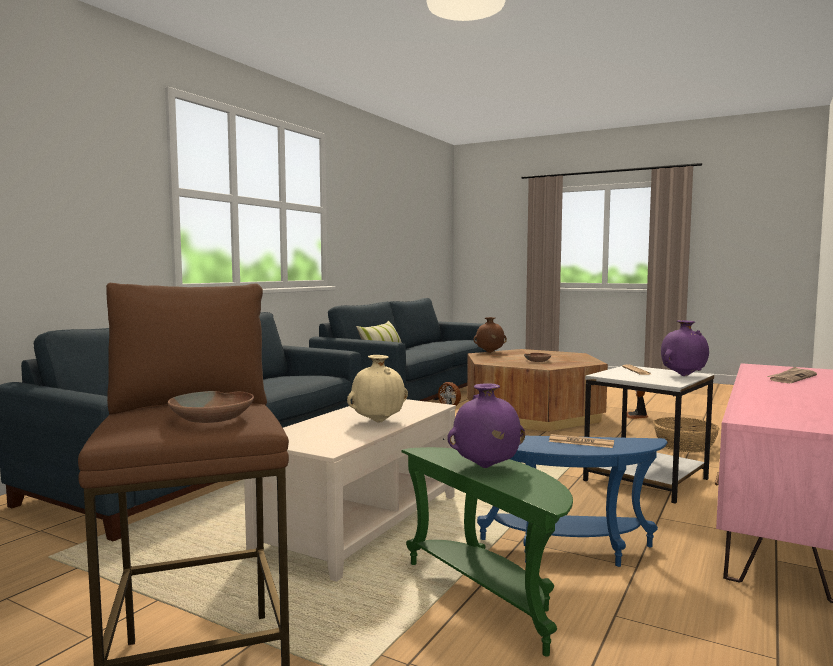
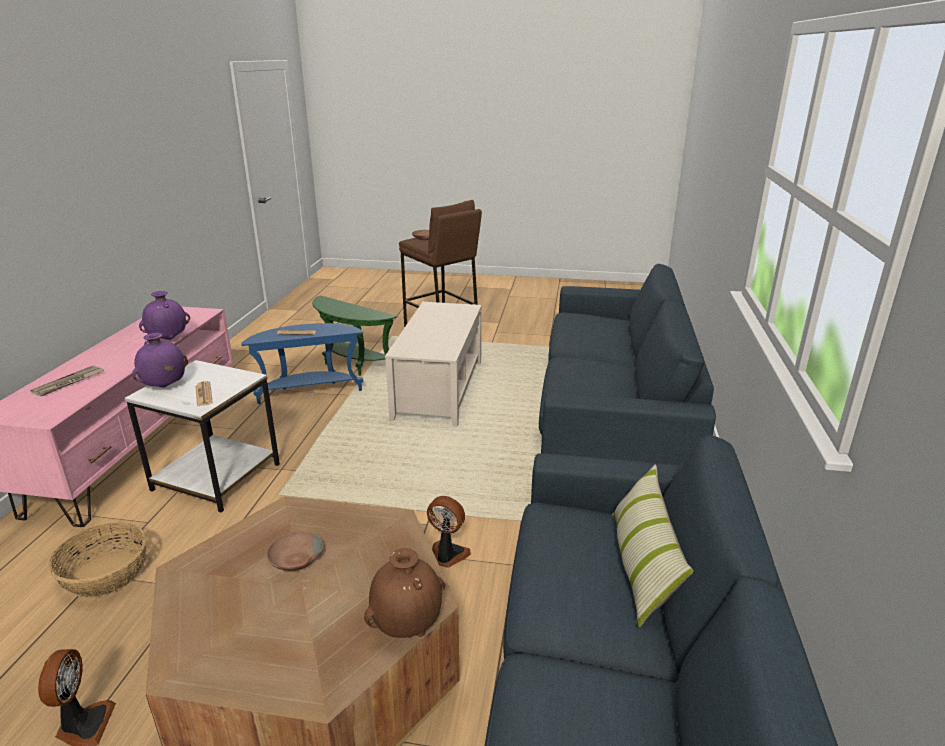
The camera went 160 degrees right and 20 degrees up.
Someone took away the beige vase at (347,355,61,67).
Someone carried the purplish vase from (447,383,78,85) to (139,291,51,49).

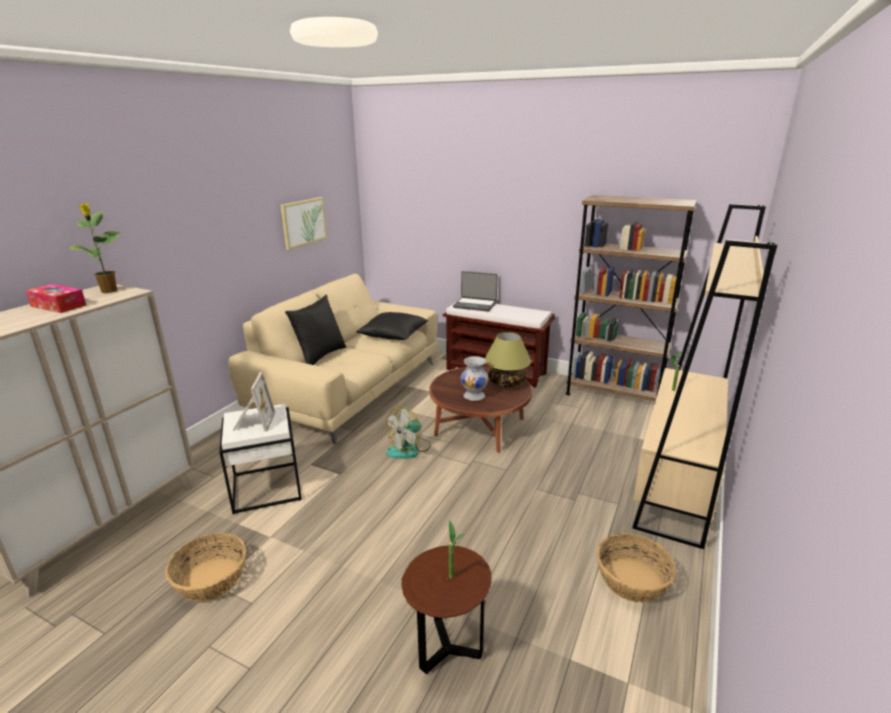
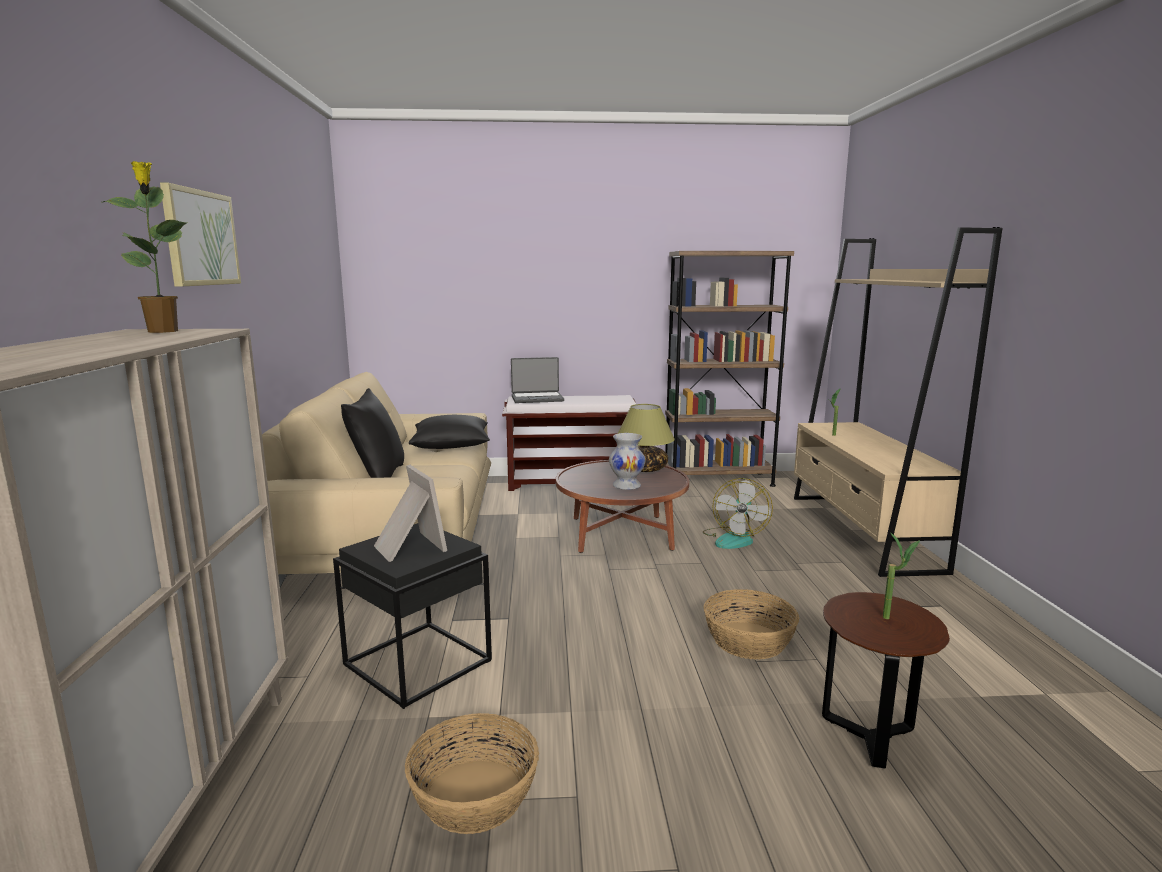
The camera went 30 degrees left and 10 degrees down.
Someone took away the box of tissues at (25,284,61,29).
Someone carried the picture from (280,197,47,53) to (160,182,81,105).
Someone carried the cooling fan from (386,406,45,53) to (703,478,70,71).
Someone carried the basket from (597,533,79,69) to (704,589,95,71).
Someone repainted the white-coloured accent table at (219,404,83,110), which became the black accent table at (333,523,159,186).

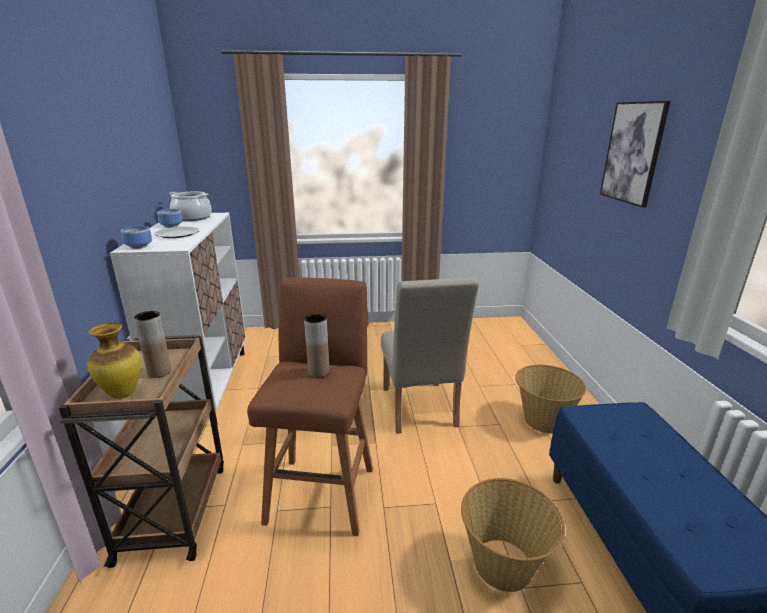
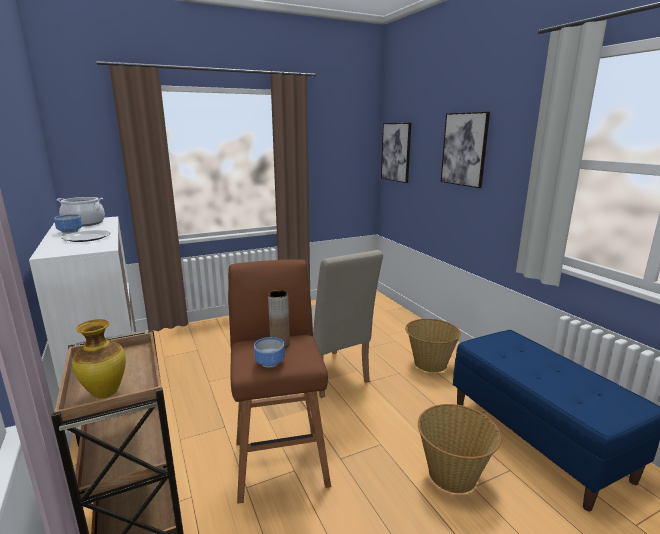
The camera went 20 degrees left and 5 degrees down.
Someone took away the brown vase at (134,311,38,67).
Someone put up the picture at (381,123,30,60).
Someone carried the deep dish from (121,226,31,23) to (254,337,31,31).

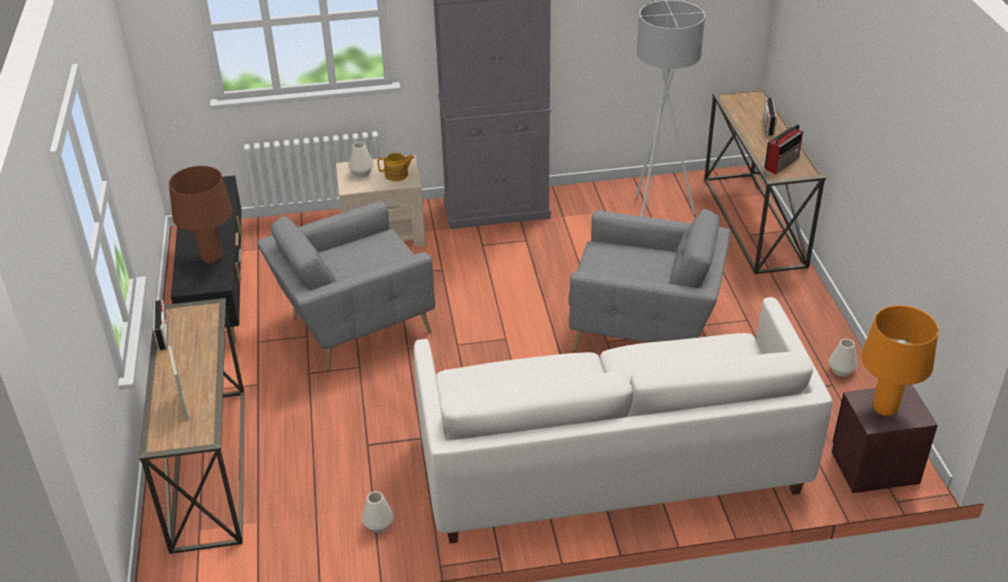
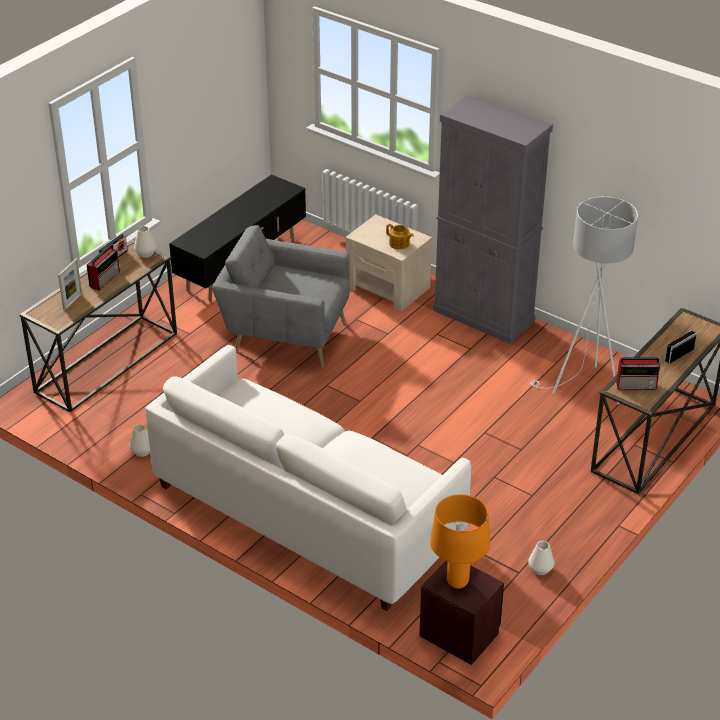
The camera went 45 degrees right and 0 degrees up.
Someone took away the brown tabletop lamp at (169,166,64,98).
Someone took away the greyish lounge chair at (568,209,162,143).
Someone put down the radio at (87,244,33,47).
Someone carried the white-coloured vase from (349,142,25,35) to (134,226,23,32).

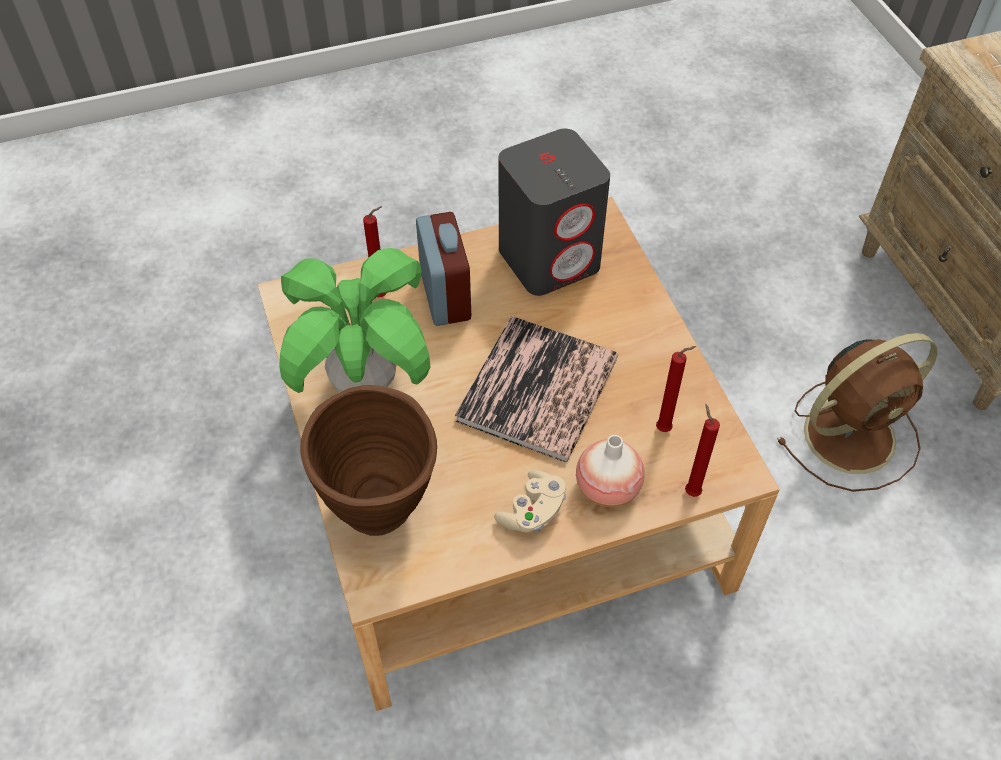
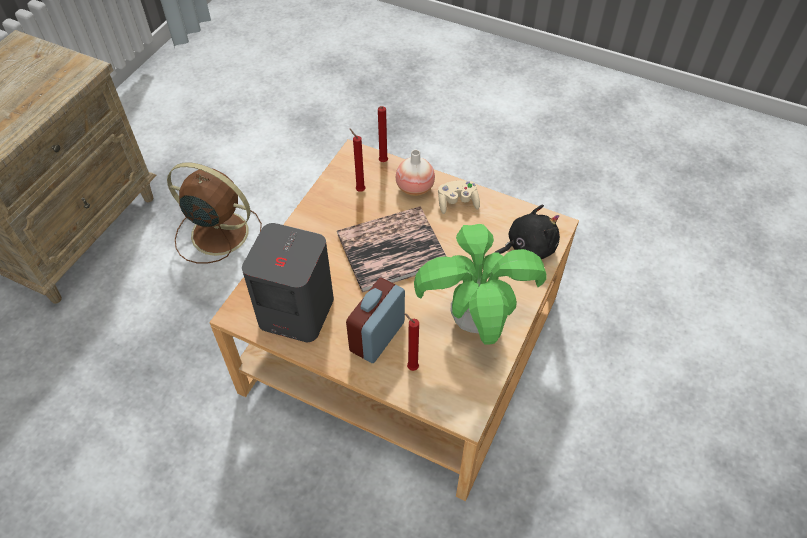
The camera went 135 degrees left and 0 degrees up.
Someone swapped the brown vase at (300,385,137,151) for the black soft toy at (495,205,65,54).

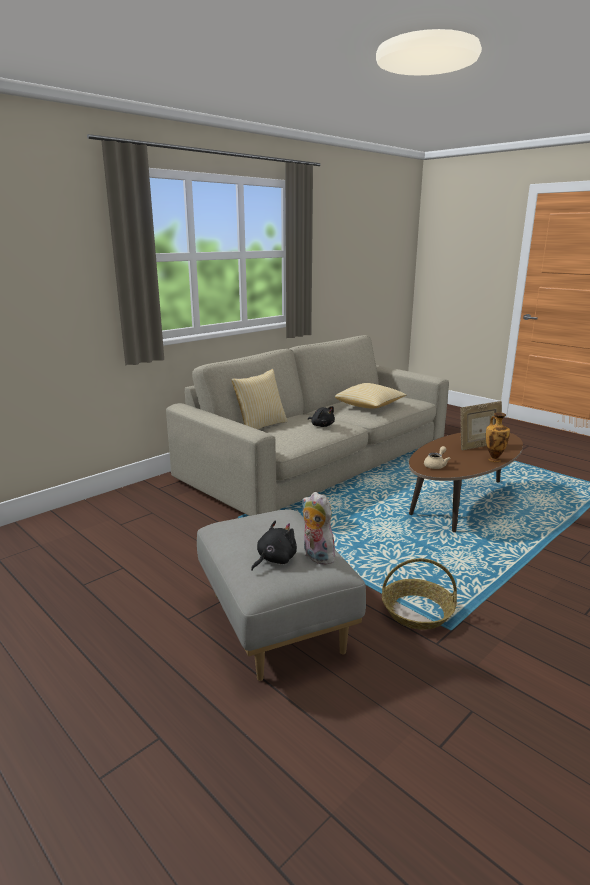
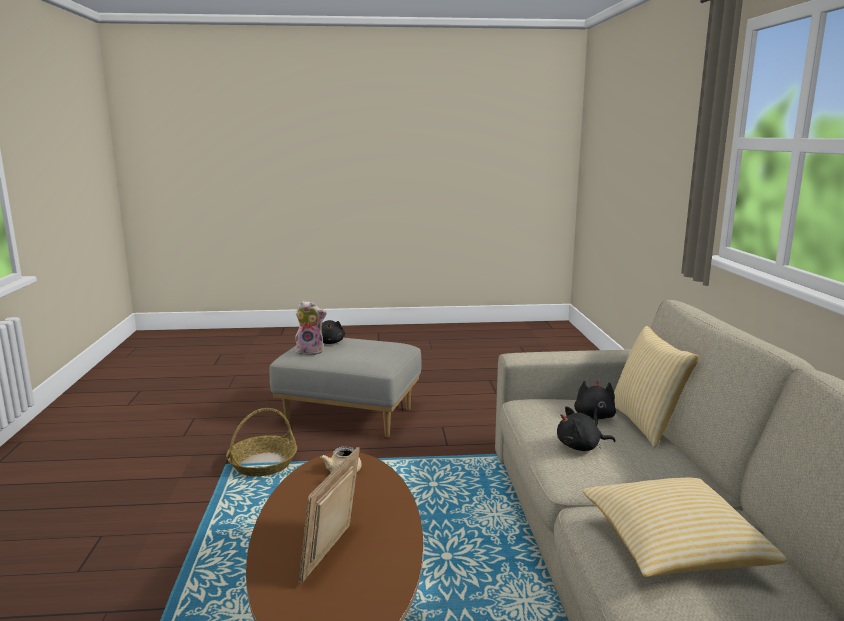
The camera went 130 degrees right and 5 degrees down.
Someone took away the vase at (486,412,24,50).
Someone put down the black soft toy at (574,380,42,46).

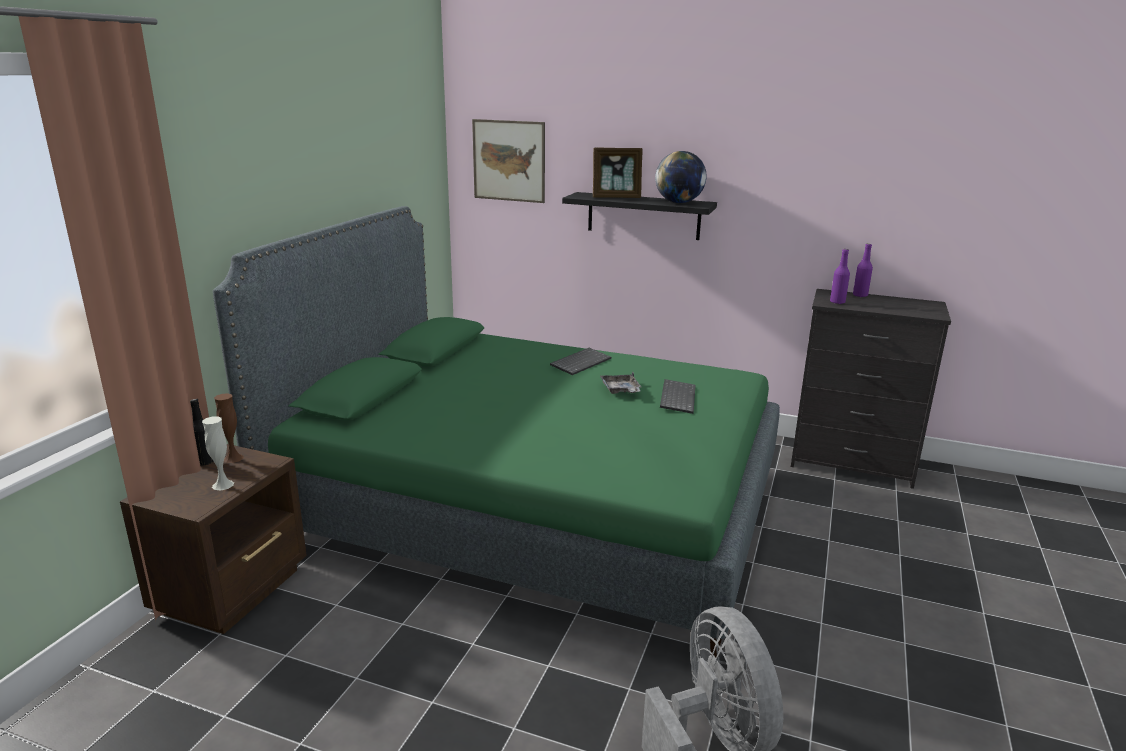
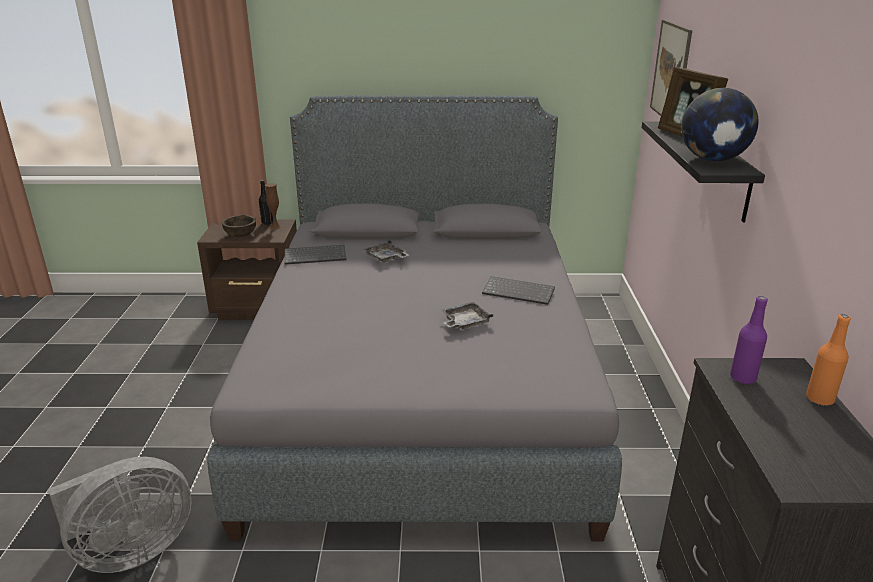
The camera went 70 degrees right and 5 degrees up.
Someone put down the greyish serving tray at (363,239,46,24).
Someone carried the computer keyboard from (660,379,36,35) to (285,245,61,20).
Someone swapped the white-coloured vase at (202,416,32,75) for the brown deep dish at (222,215,34,22).
Someone repainted the green-coloured sleeping bed at (213,206,567,451), which became the greyish sleeping bed at (207,95,415,447).
Someone repainted the purplish drink bottle at (853,244,20,53), which became the orange-coloured drink bottle at (806,314,45,92).

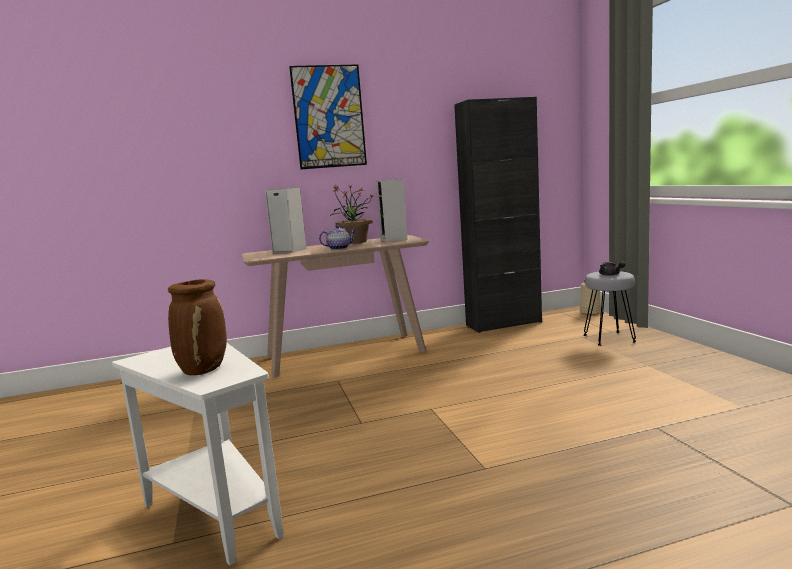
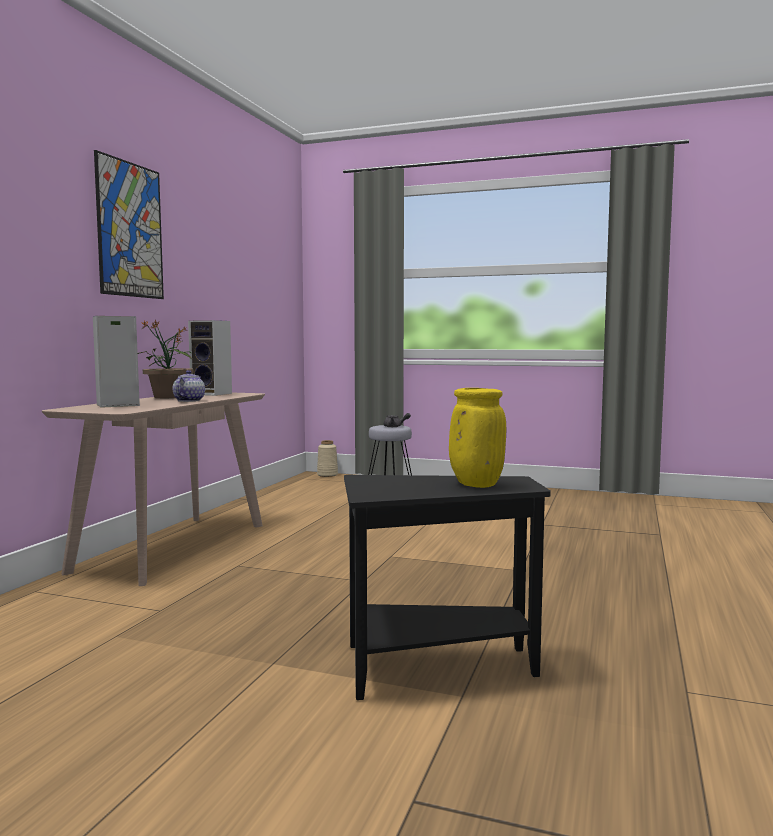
The camera went 55 degrees left and 5 degrees down.
Someone took away the black storage cabinet at (454,97,88,236).
Someone repainted the white-coloured accent table at (112,343,172,223), which became the black accent table at (344,475,207,225).
Someone repainted the brown vase at (168,279,59,96), which became the yellow vase at (449,388,57,100).

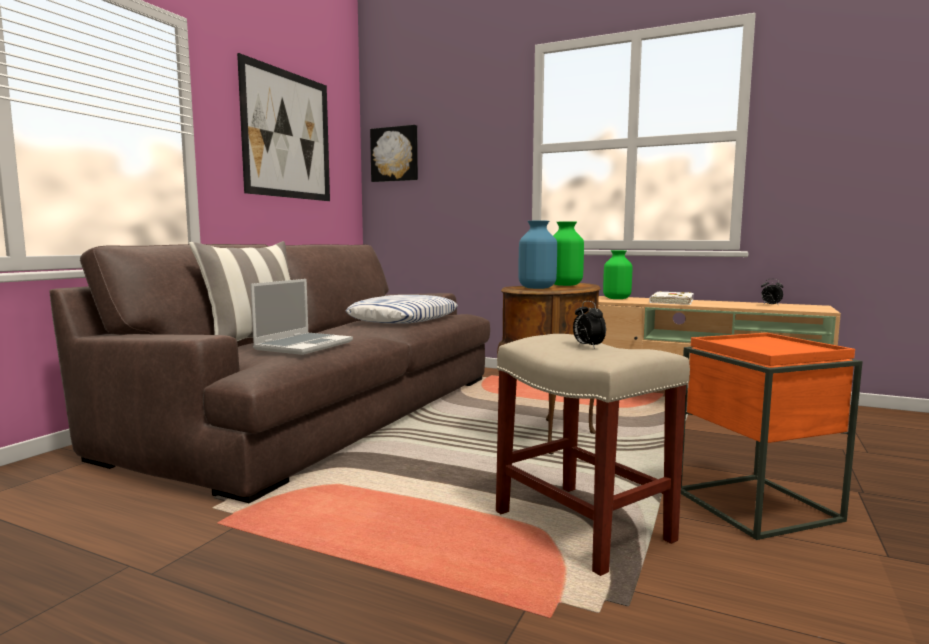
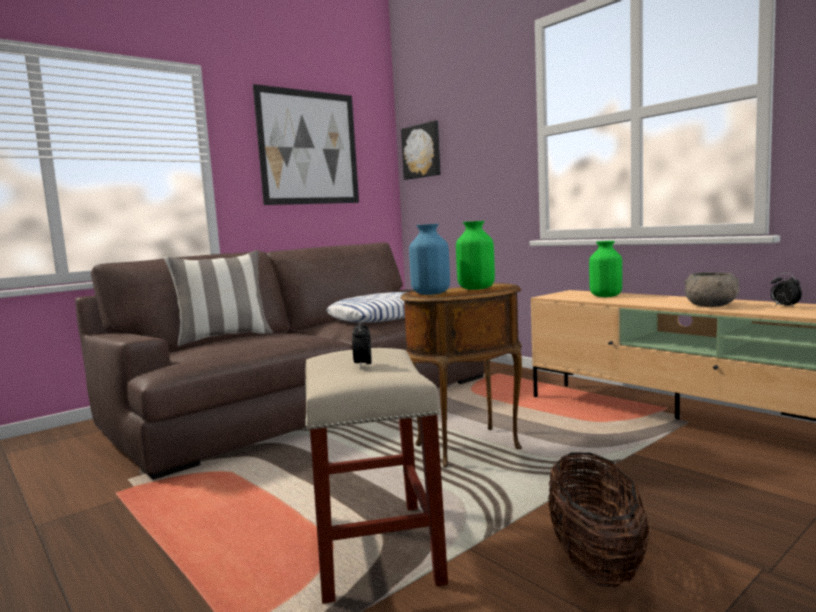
The camera went 25 degrees right and 0 degrees up.
Someone took away the laptop at (251,279,102,76).
Someone took away the white-coloured book at (649,291,44,14).
Someone put down the greyish deep dish at (684,272,55,35).
Someone swapped the orange-coloured accent table at (681,333,182,207) for the basket at (548,452,102,135).

